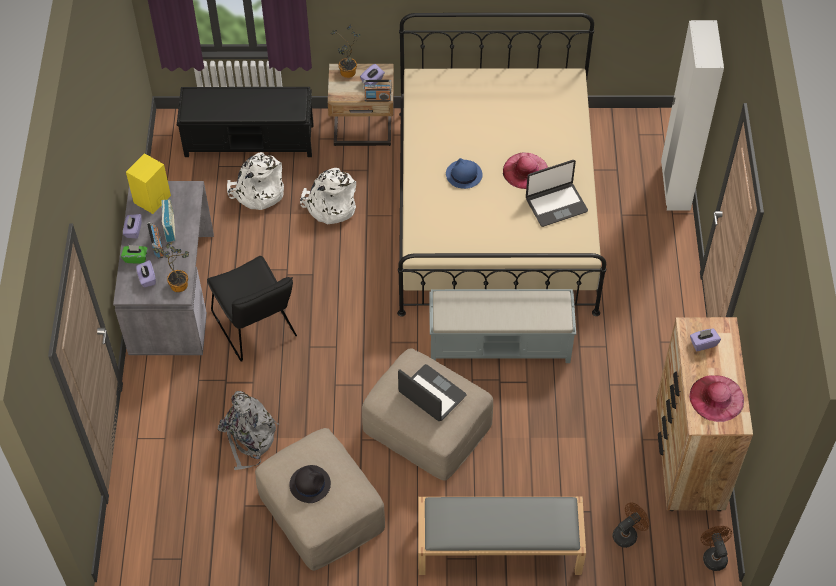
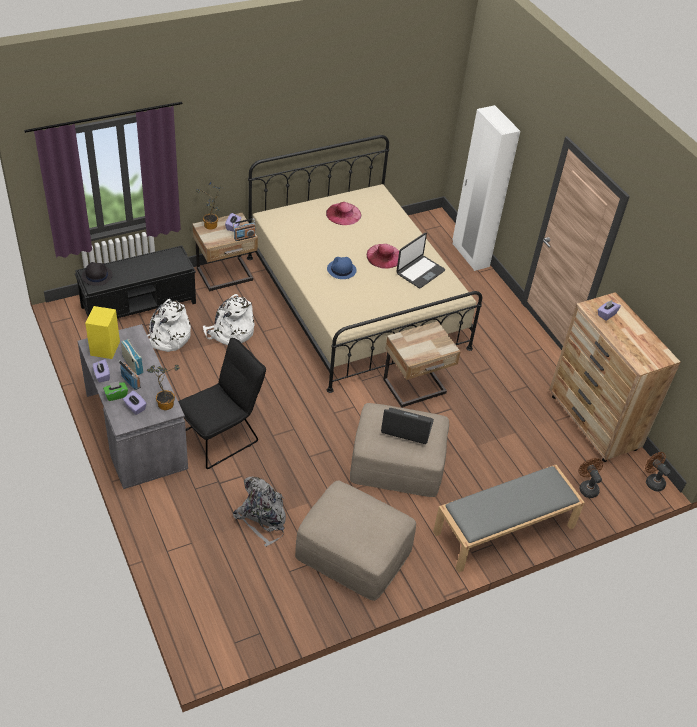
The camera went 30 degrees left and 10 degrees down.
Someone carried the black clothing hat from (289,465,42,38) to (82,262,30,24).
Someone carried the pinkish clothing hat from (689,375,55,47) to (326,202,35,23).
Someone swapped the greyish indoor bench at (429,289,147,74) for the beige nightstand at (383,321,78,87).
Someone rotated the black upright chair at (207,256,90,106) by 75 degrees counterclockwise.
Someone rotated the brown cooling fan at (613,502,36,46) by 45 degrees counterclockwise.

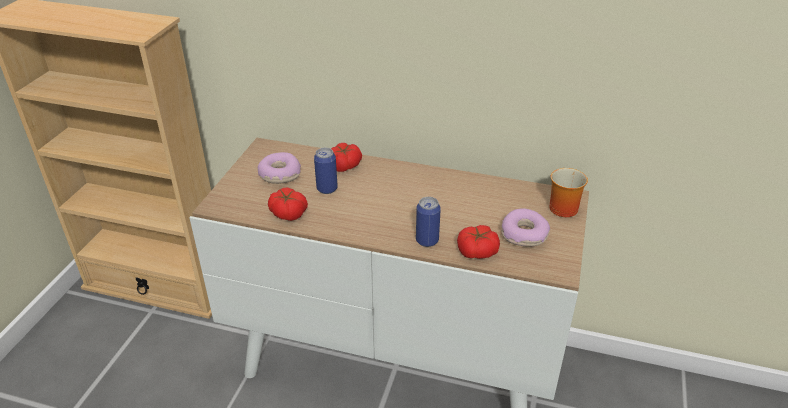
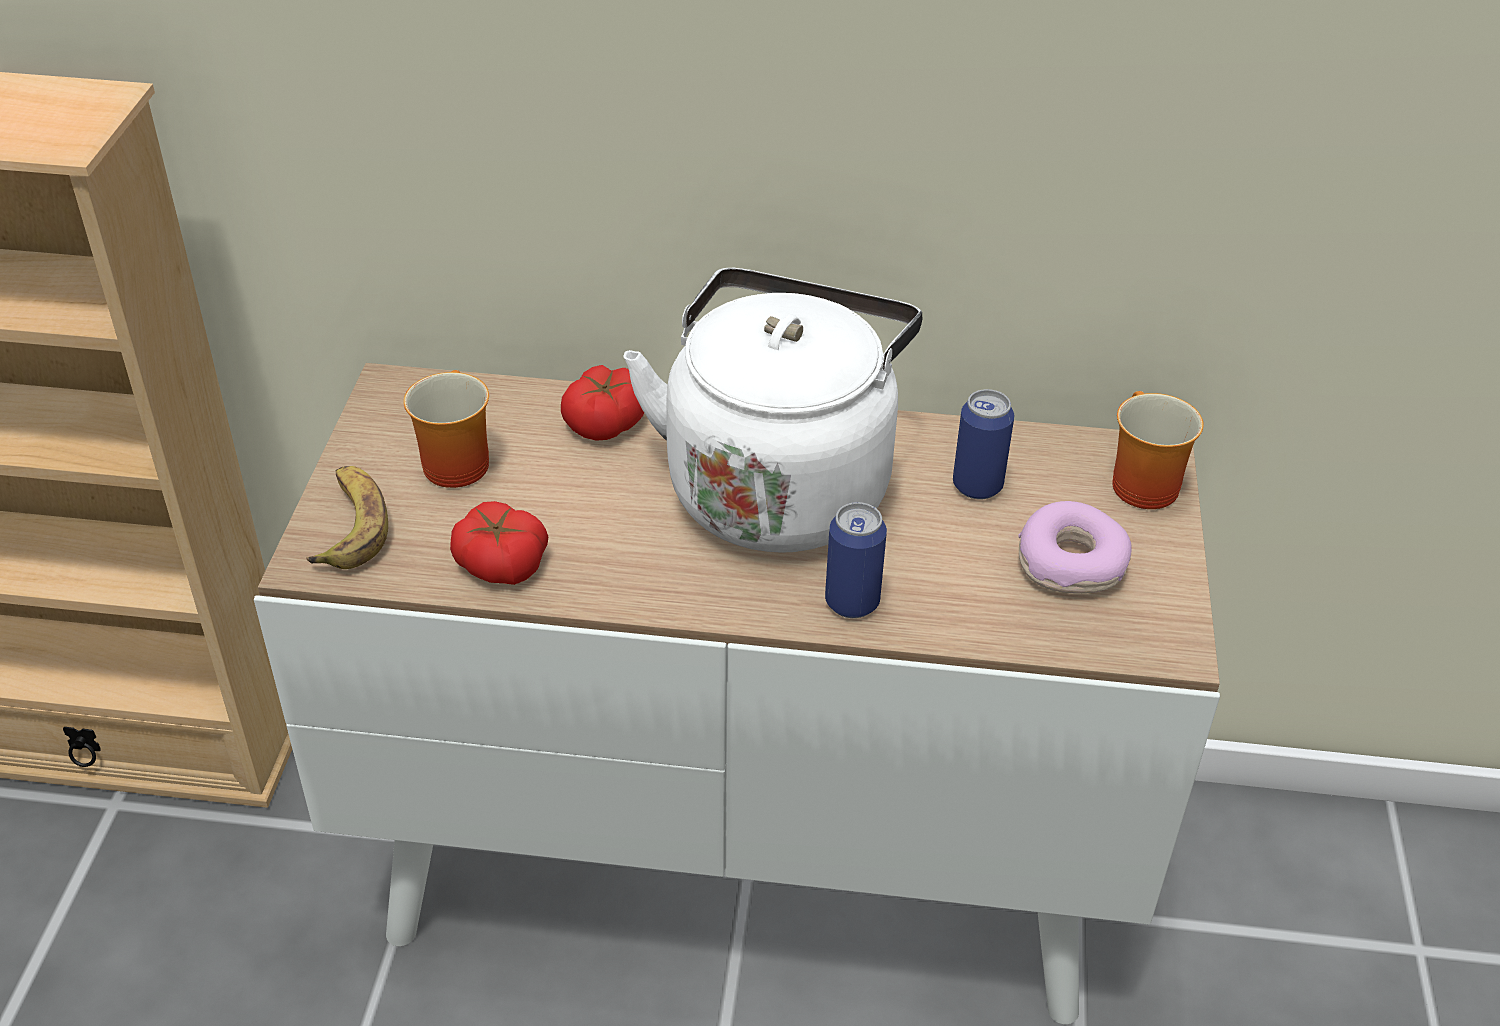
The camera went 10 degrees left and 5 degrees up.
Someone took away the fresh tomato at (457,225,43,34).
Someone put down the whole banana at (306,466,82,103).
Someone put down the white-coloured tea kettle at (624,268,298,285).
Someone carried the can from (314,148,24,46) to (953,389,61,111).
Someone swapped the donut at (258,152,43,32) for the mug at (403,370,86,118).

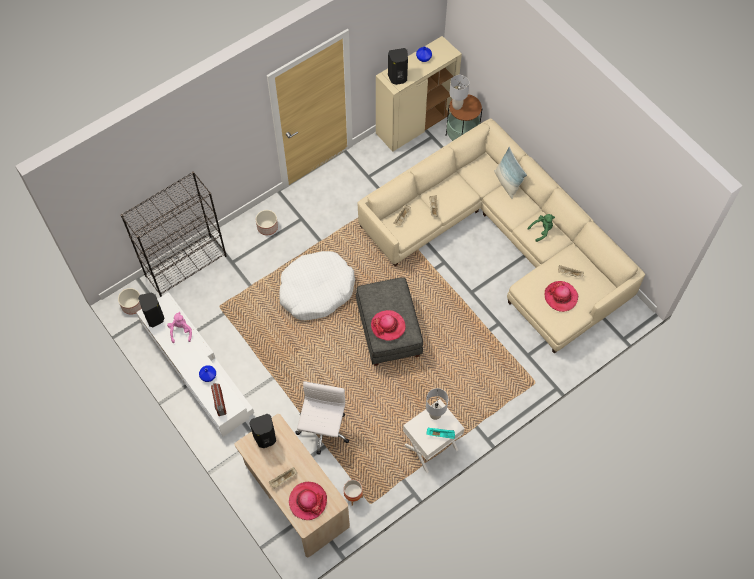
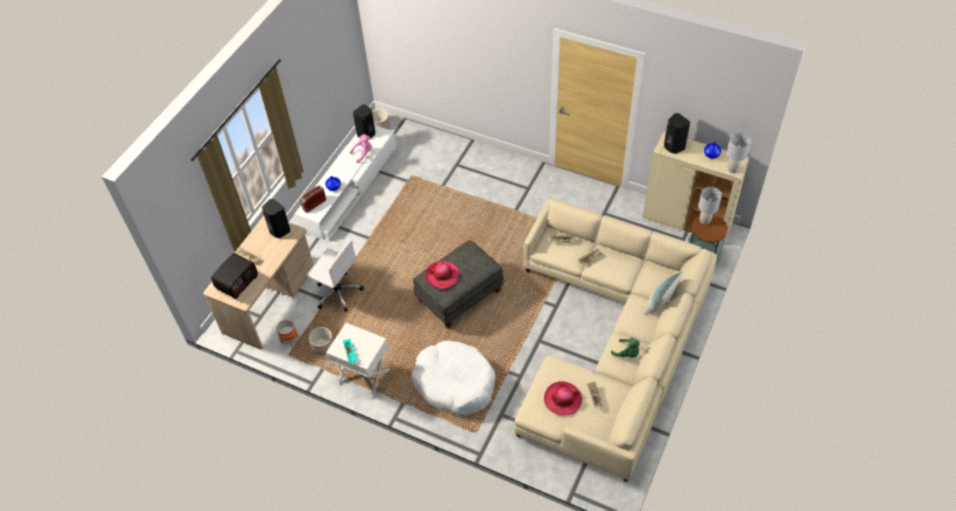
The camera went 65 degrees right and 10 degrees down.
Someone took away the black bookshelf at (121,172,106,125).
Someone carried the planter from (256,210,22,25) to (309,327,25,28).
Someone carried the white-coloured pet bed from (280,251,75,69) to (412,340,83,75).
Someone carried the greyish tabletop lamp from (426,388,23,32) to (727,133,24,40).
Someone swapped the clothing hat at (289,482,38,38) for the radio at (211,253,47,46).
Someone rotated the white-coloured computer chair at (295,381,54,74) by 45 degrees clockwise.

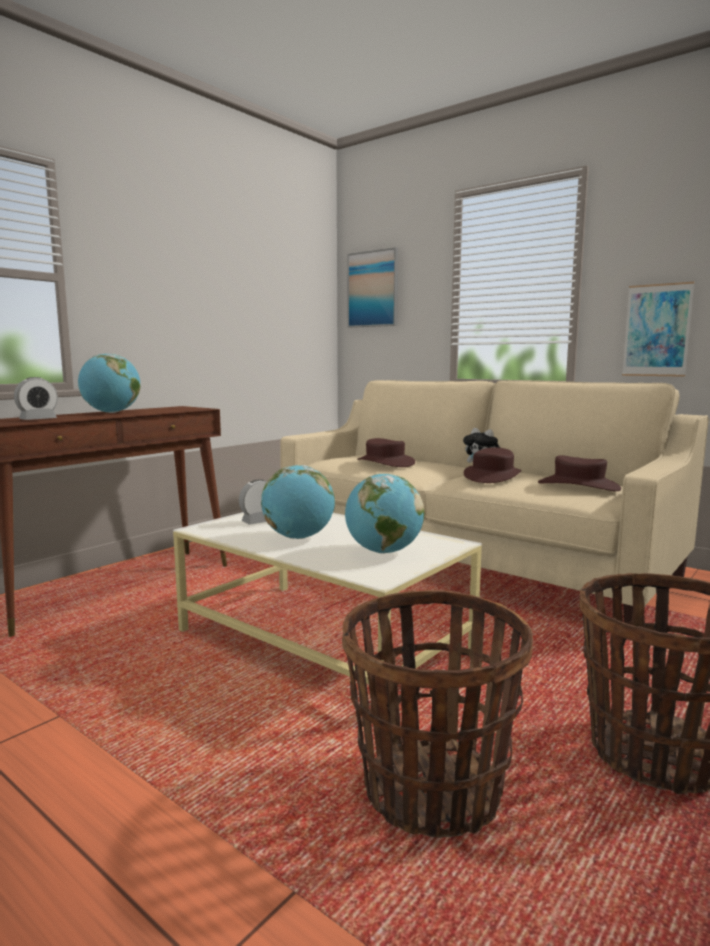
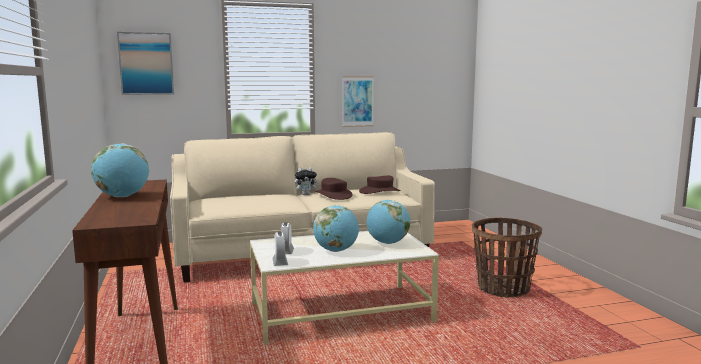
The camera went 55 degrees left and 0 degrees up.
Someone took away the basket at (342,590,191,248).
Someone took away the brown clothing hat at (357,438,58,29).
Someone carried the alarm clock from (14,377,44,43) to (273,232,15,34).

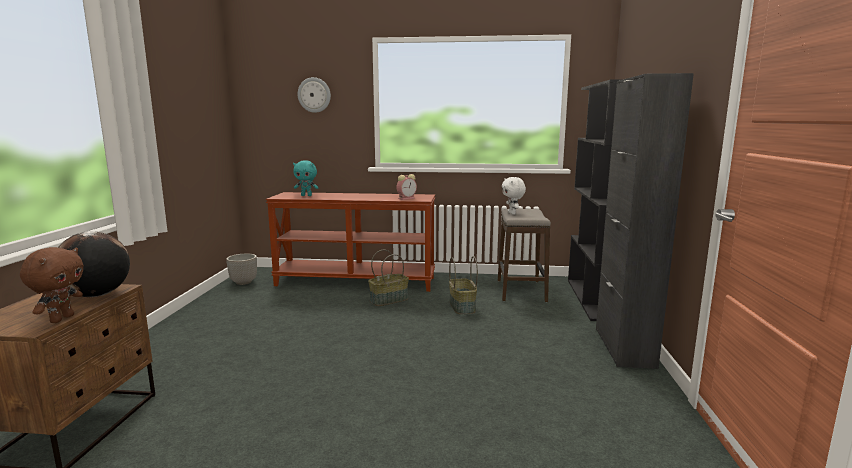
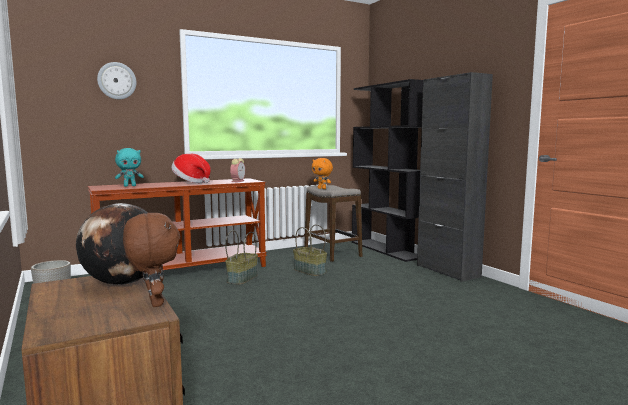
The camera went 35 degrees left and 5 degrees down.
Someone put down the clothing hat at (171,154,40,29).
Someone repainted the white-coloured soft toy at (502,177,24,38), which became the orange-coloured soft toy at (312,158,21,31).

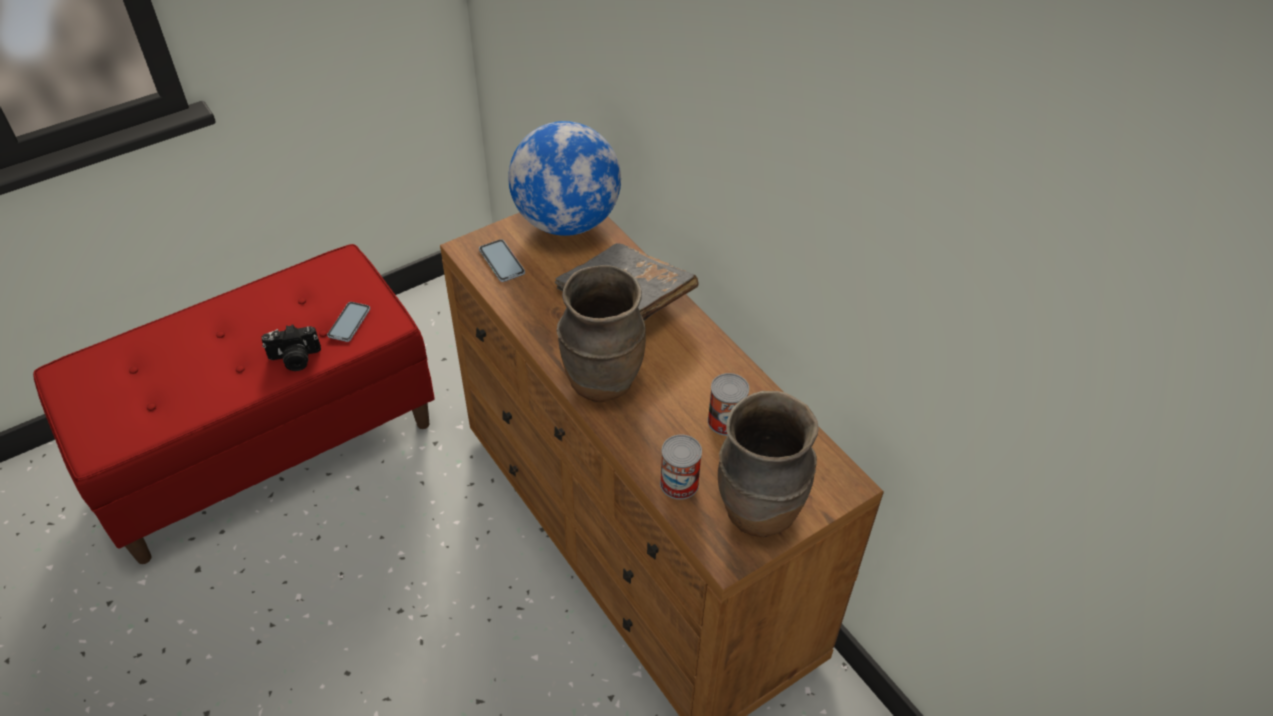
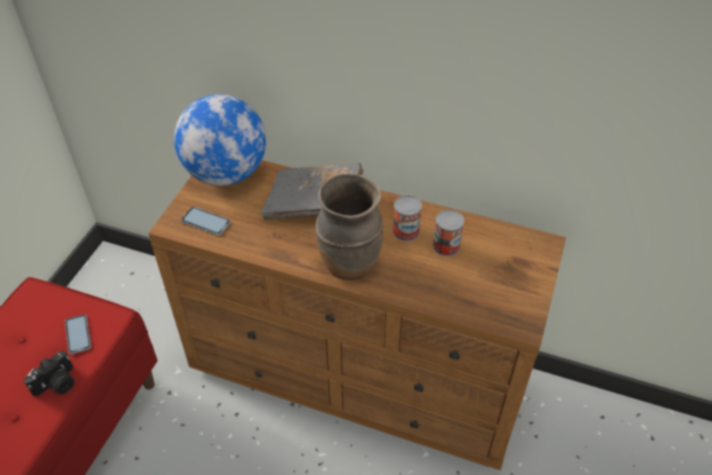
The camera went 35 degrees left and 0 degrees up.
Someone took away the brown vase at (718,391,101,146).
Someone carried the can from (660,435,42,65) to (393,195,29,46).

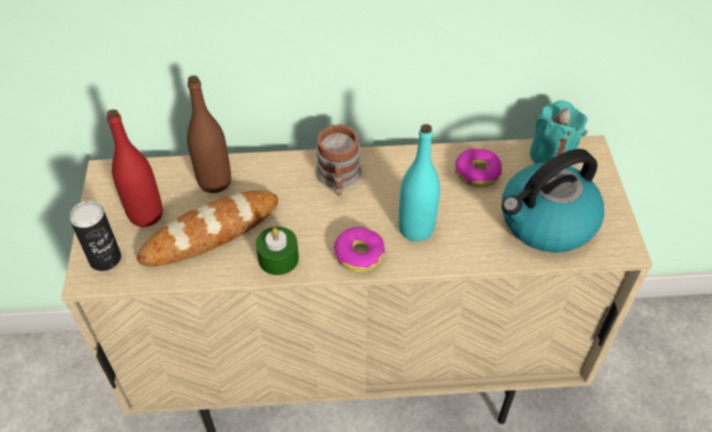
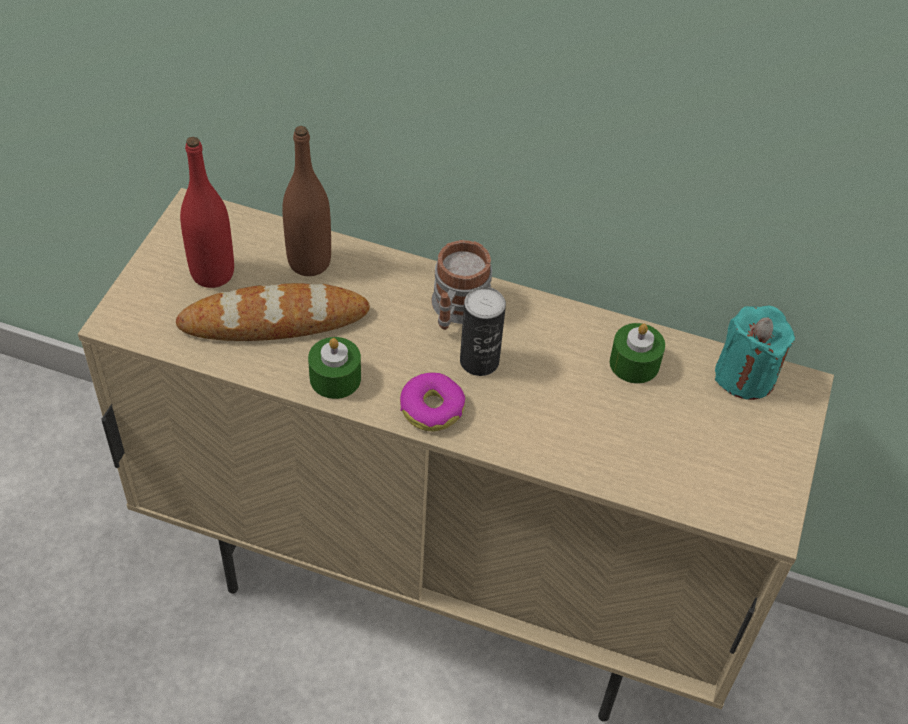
The camera went 20 degrees right and 0 degrees up.
Someone took away the turquoise drink bottle at (399,124,41,118).
Someone took away the tea kettle at (502,149,102,104).
Someone carried the can from (69,201,52,70) to (460,287,46,89).
Someone swapped the donut at (455,148,47,40) for the green-coloured candle at (610,323,55,61).

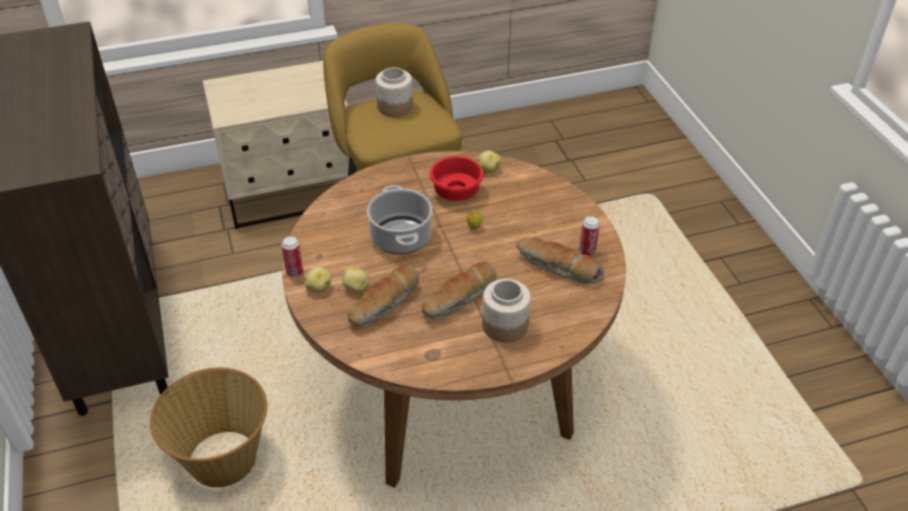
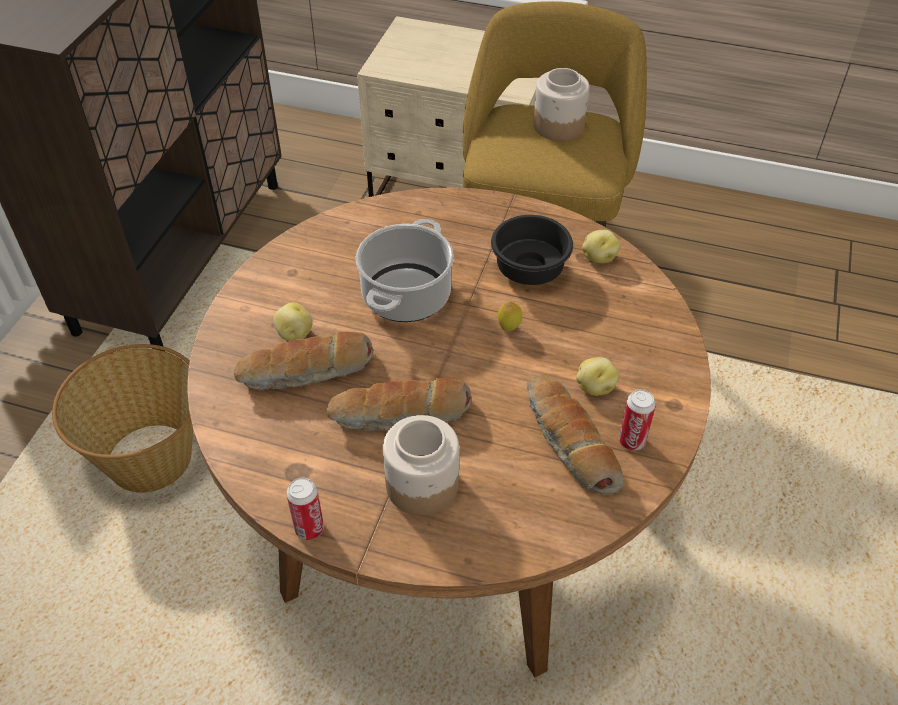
The camera went 35 degrees right and 5 degrees up.
Someone carried the can from (281,236,22,41) to (286,478,38,62).
Someone carried the potato from (303,267,28,25) to (576,357,44,39).
Someone repainted the red-coloured deep dish at (429,156,55,45), which became the black deep dish at (491,215,82,70).

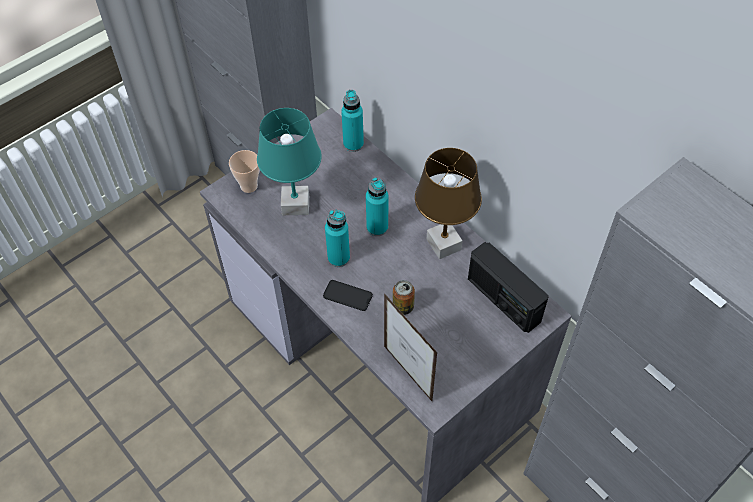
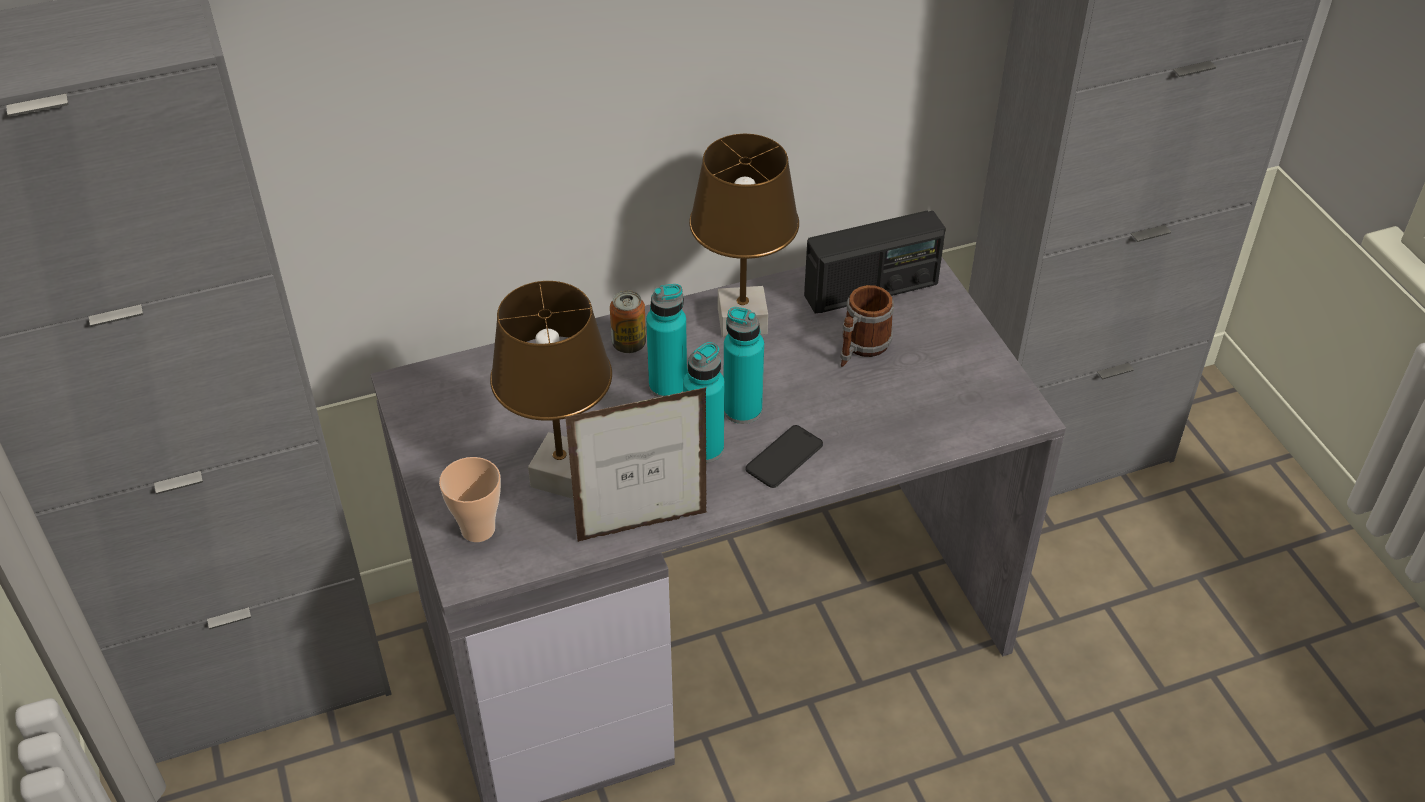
The camera went 70 degrees left and 10 degrees down.
Someone put down the mug at (840,285,54,82).
Someone carried the turquoise drink bottle from (341,90,23,62) to (724,307,40,117).
Someone carried the photo frame from (384,293,54,108) to (565,387,142,155).
Someone carried the can from (393,280,22,35) to (610,290,36,63).
Someone repainted the turquoise tabletop lamp at (257,108,65,107), which became the brown tabletop lamp at (490,281,122,218).

